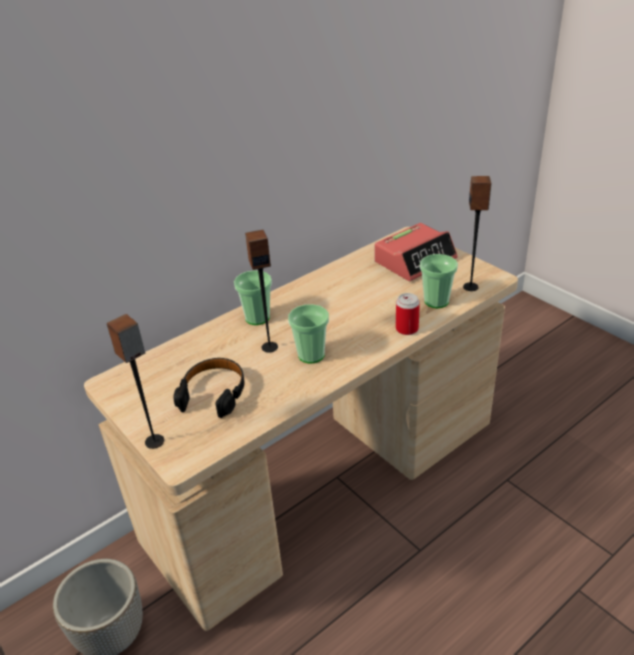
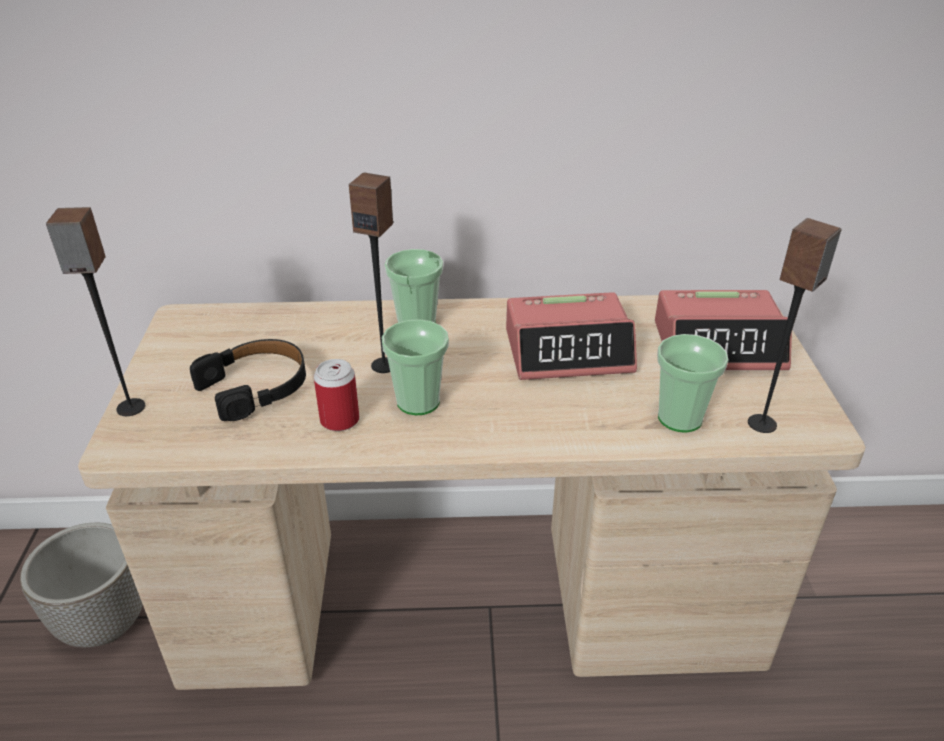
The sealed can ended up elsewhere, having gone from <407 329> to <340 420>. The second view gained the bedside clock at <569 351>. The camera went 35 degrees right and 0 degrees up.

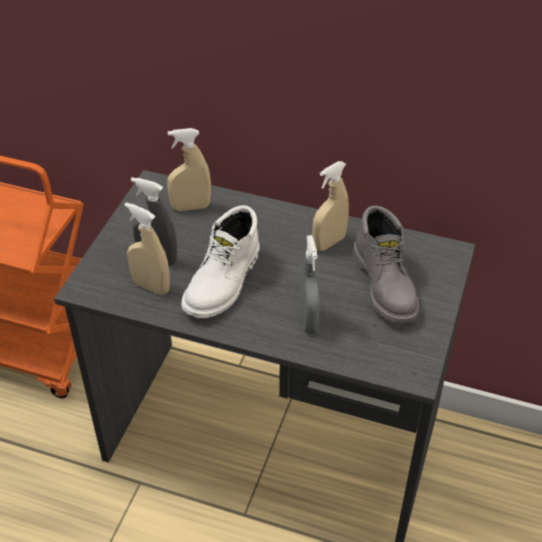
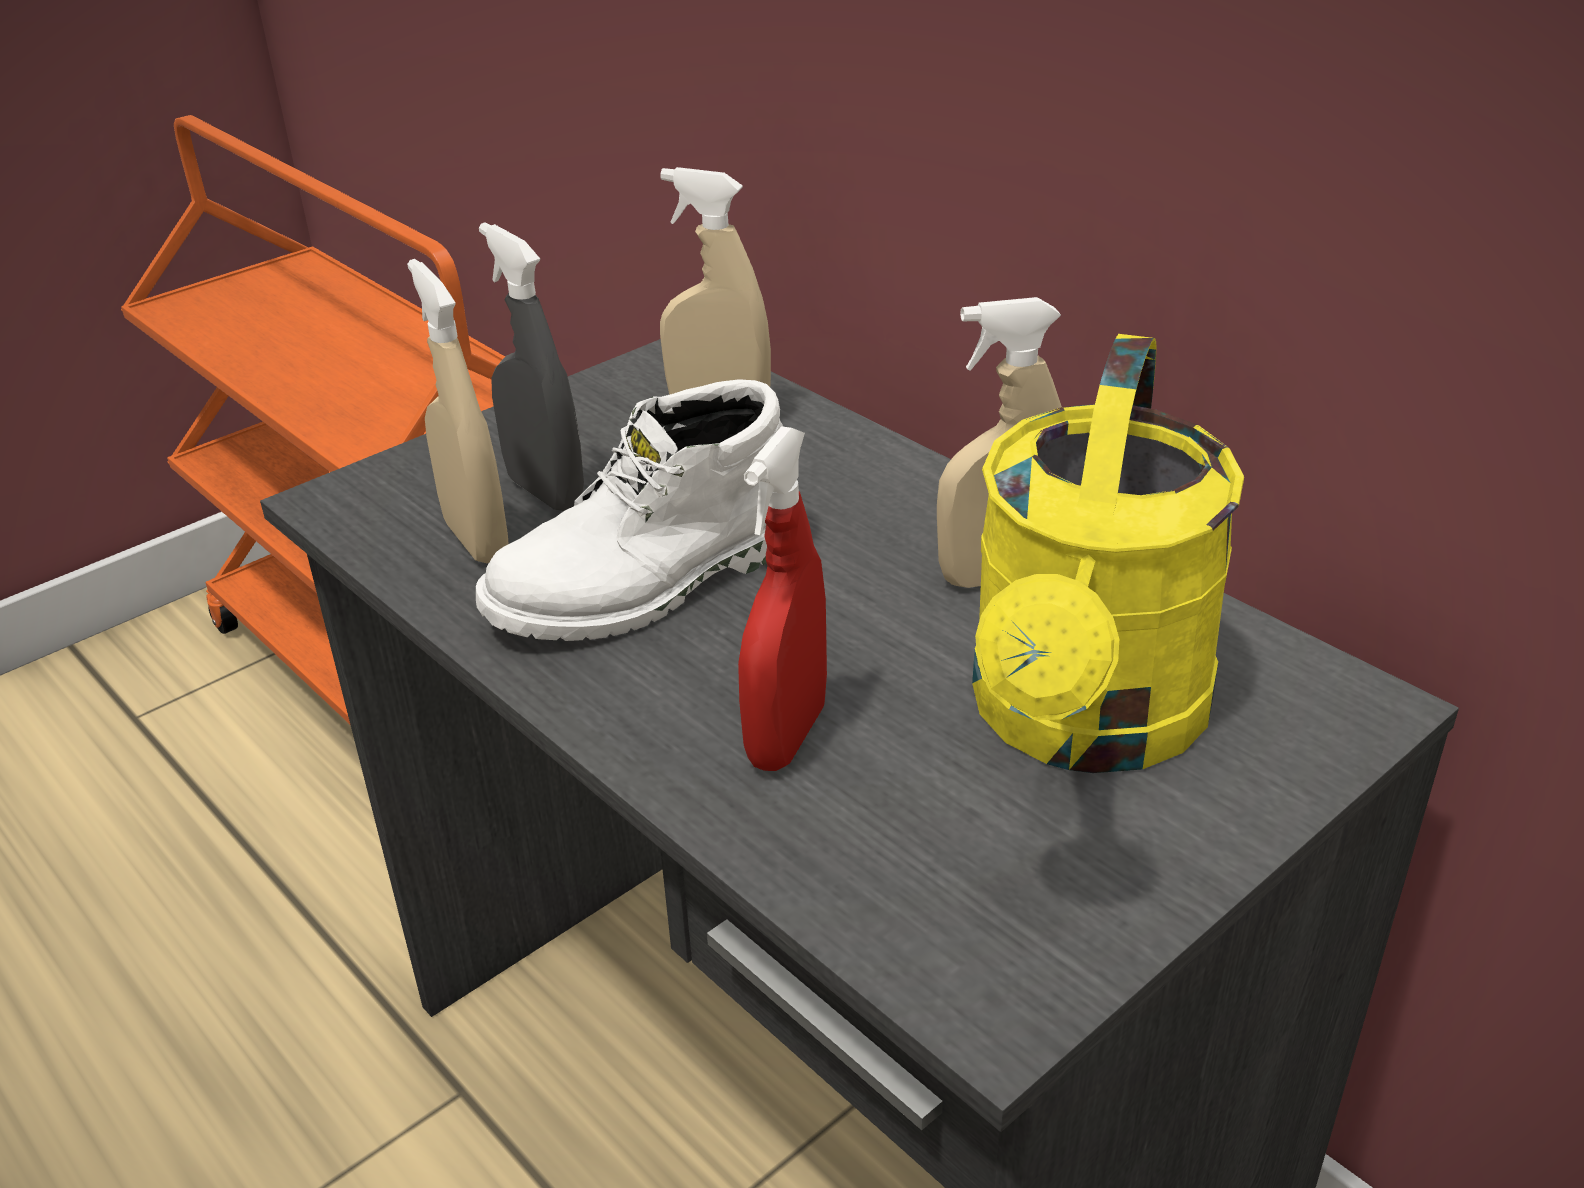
What was the hand sprayer in gray at <308 320> turned into the hand sprayer in reddish at <787 736>. Where the boot in gray stood at <385 285>, the watering can in yellow came to stand at <1084 724>. The camera went 30 degrees right and 10 degrees down.

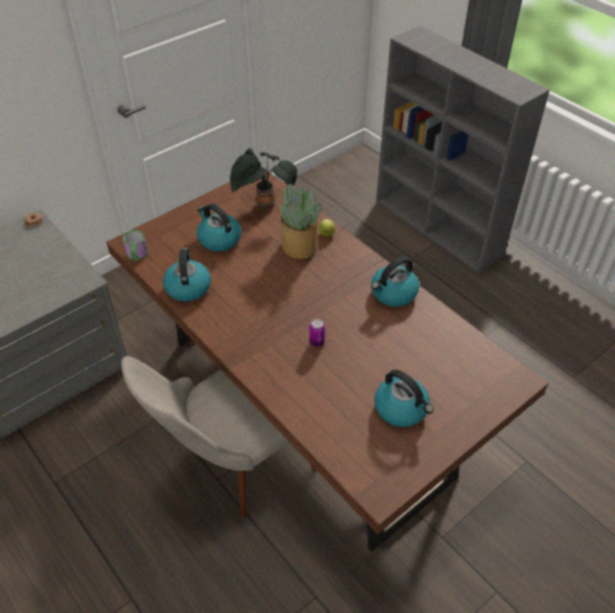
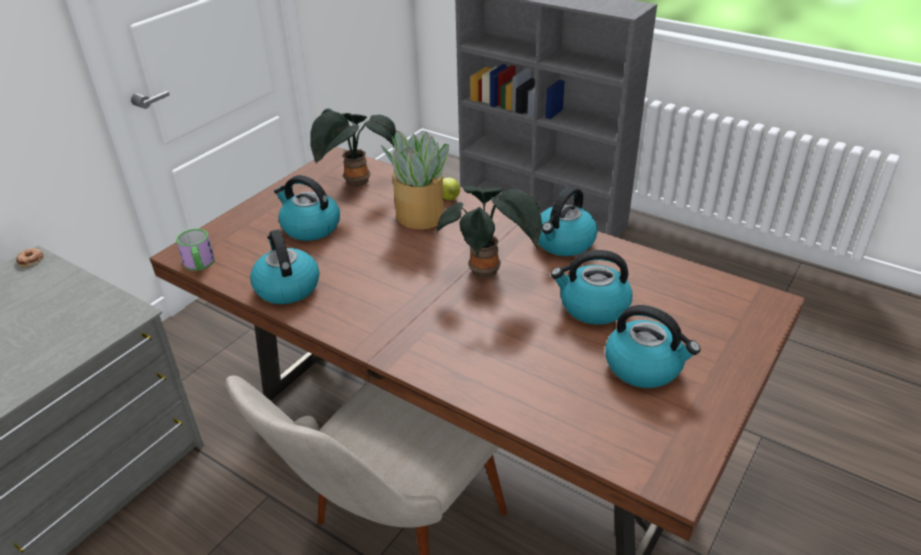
The second view gained the potted plant at <488 272>. The second view gained the water kettle at <592 307>. The second view lost the sealed can at <316 342>. The camera went 15 degrees left and 10 degrees down.

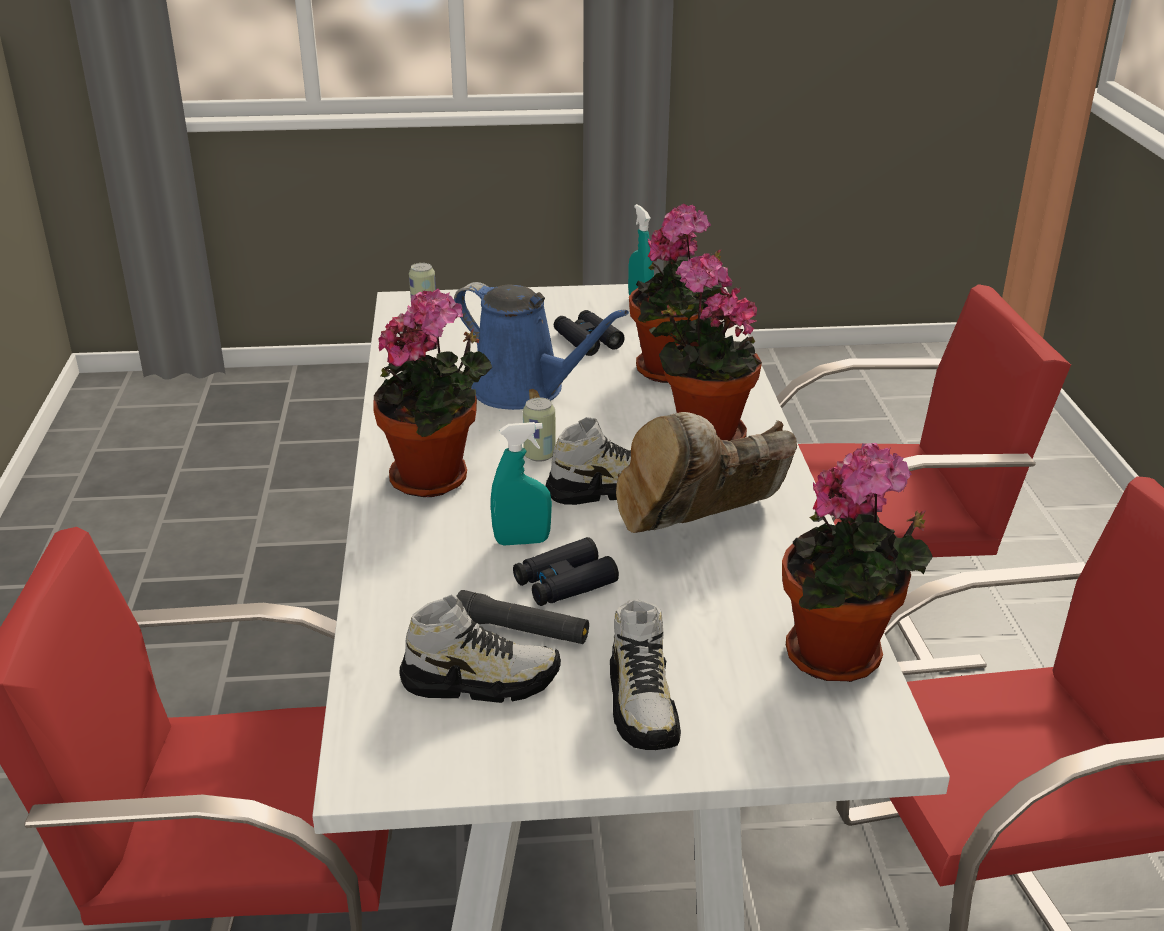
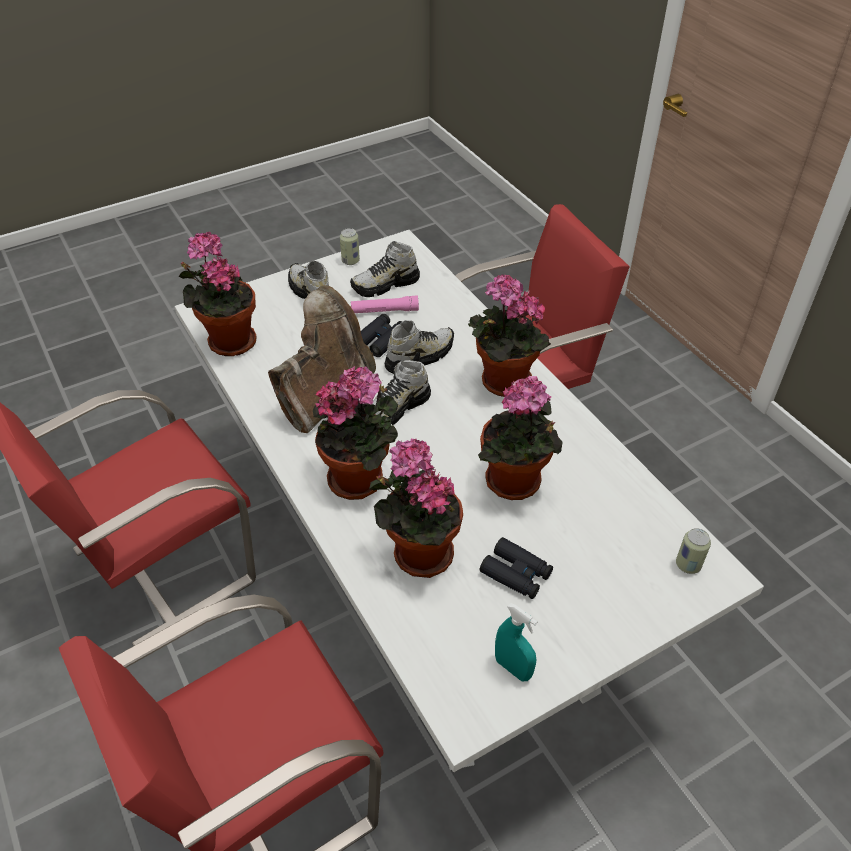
The sealed can ended up elsewhere, having gone from <539 455> to <350 261>. What was the hand torch in black-coloured at <522 630> turned into the hand torch in pink-coloured at <384 311>. Where the hand sprayer in turquoise-coloured stood at <522 541>, the item of footwear came to stand at <419 357>. Where the watering can in blue stood at <524 390>, the potted plant came to stand at <515 484>. The camera went 155 degrees right and 15 degrees up.

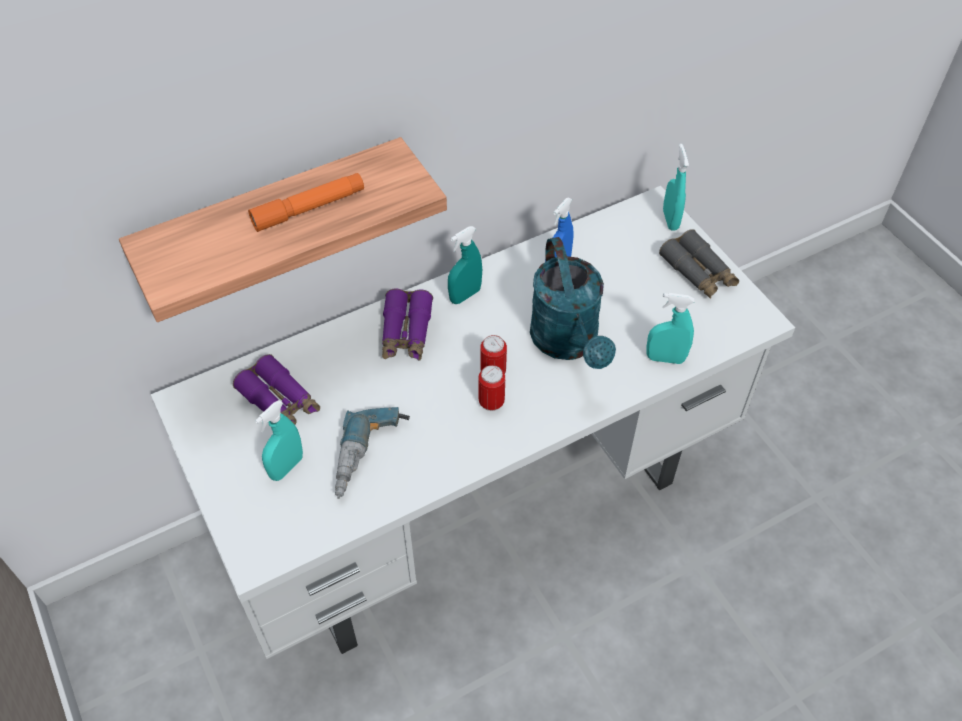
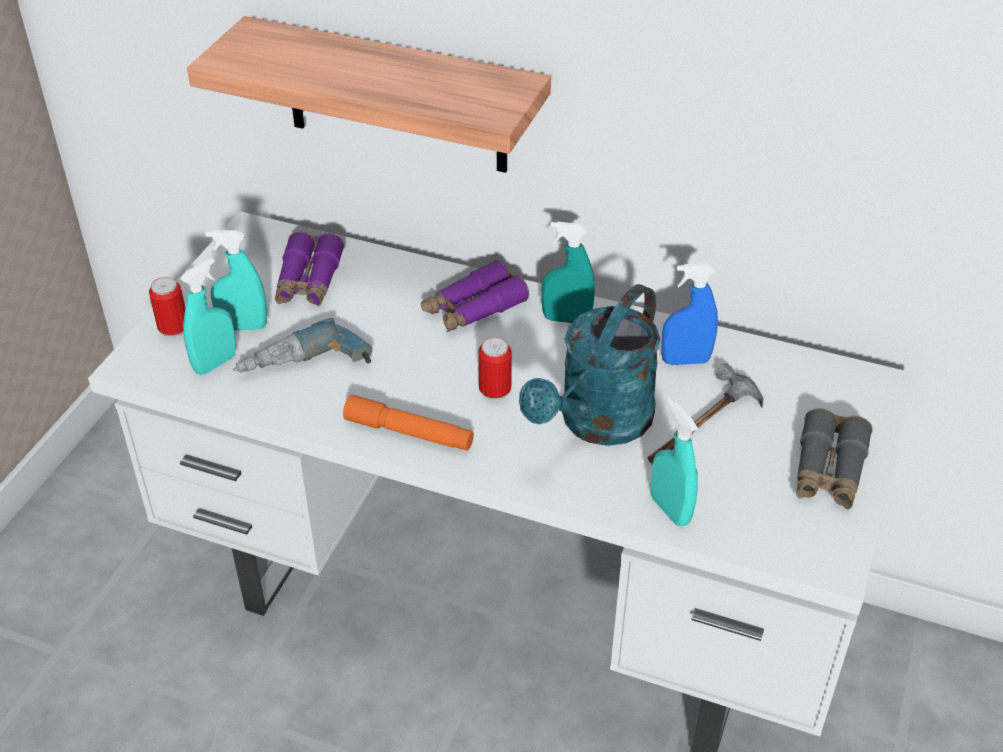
The sealed can ended up elsewhere, having gone from <491 402> to <174 330>. The hand sprayer in turquoise-coloured ended up elsewhere, having gone from <670 220> to <215 363>. The hand torch in orange-coloured ended up elsewhere, having gone from <309 209> to <409 433>. The second view gained the hammer at <701 425>. The camera went 50 degrees right and 10 degrees down.

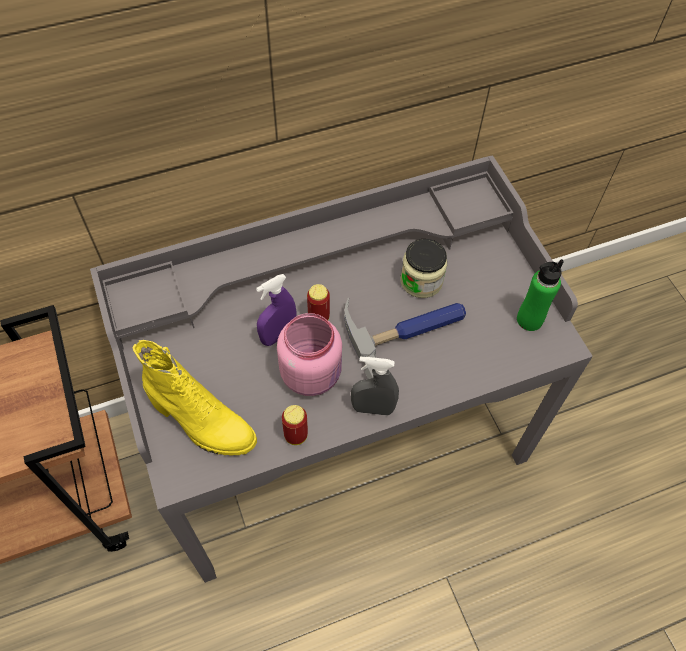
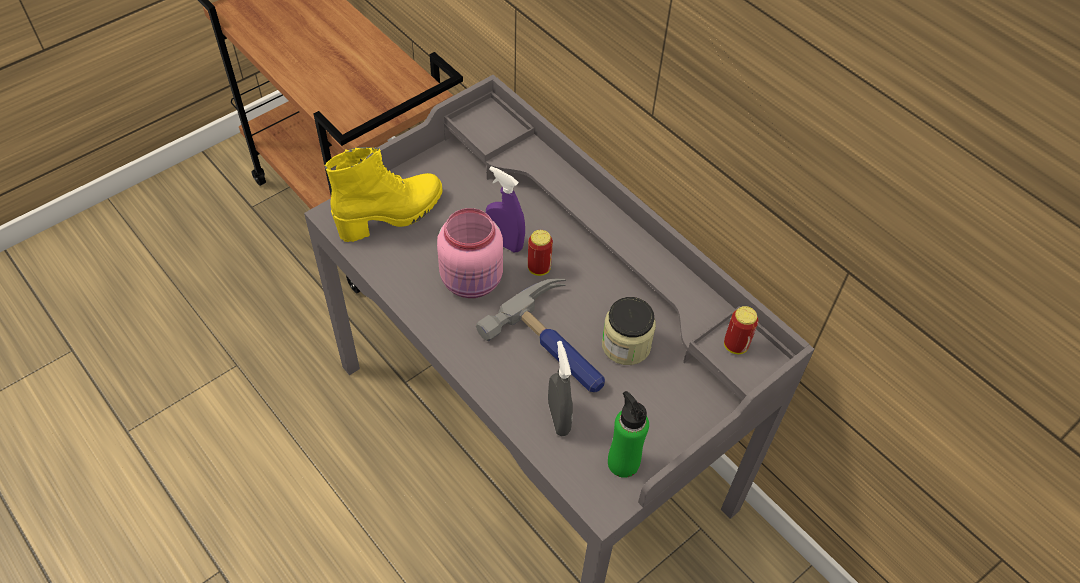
The boot in yellow at <201 423> ended up facing another way, 135 degrees counterclockwise from before. The hand sprayer in gray ended up elsewhere, having gone from <372 409> to <558 418>. The sealed can ended up elsewhere, having gone from <296 435> to <735 345>. The camera went 70 degrees right and 5 degrees down.

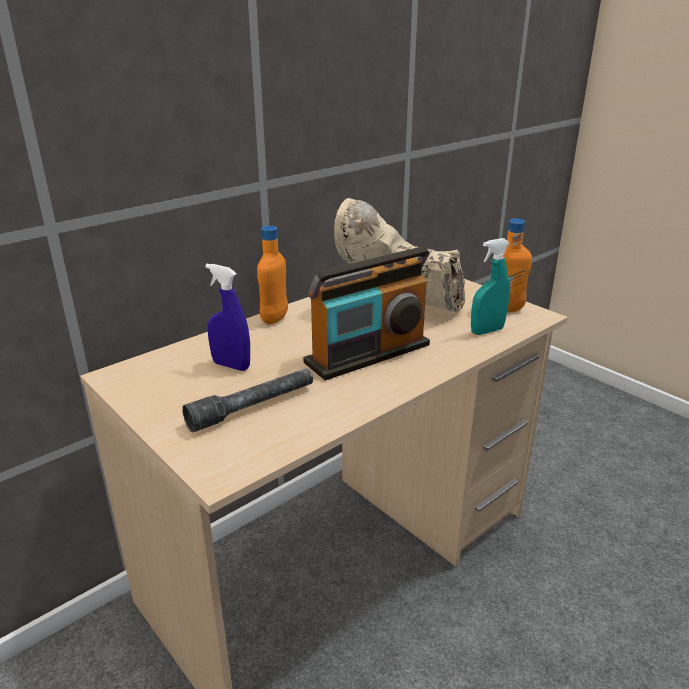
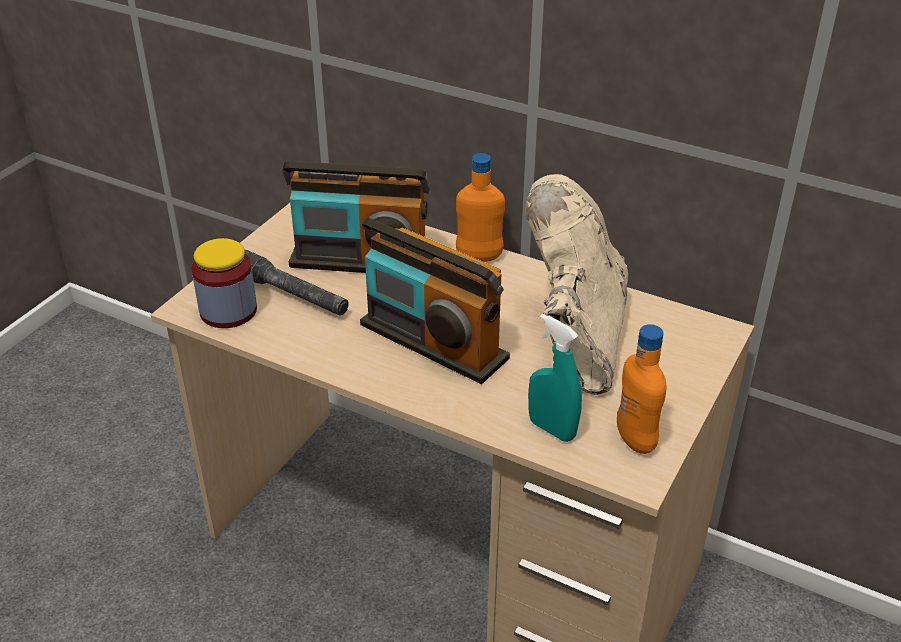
The second view gained the jar at <228 311>. Where the hand sprayer in blue stood at <231 365>, the radio came to stand at <361 260>. The camera went 70 degrees right and 10 degrees up.

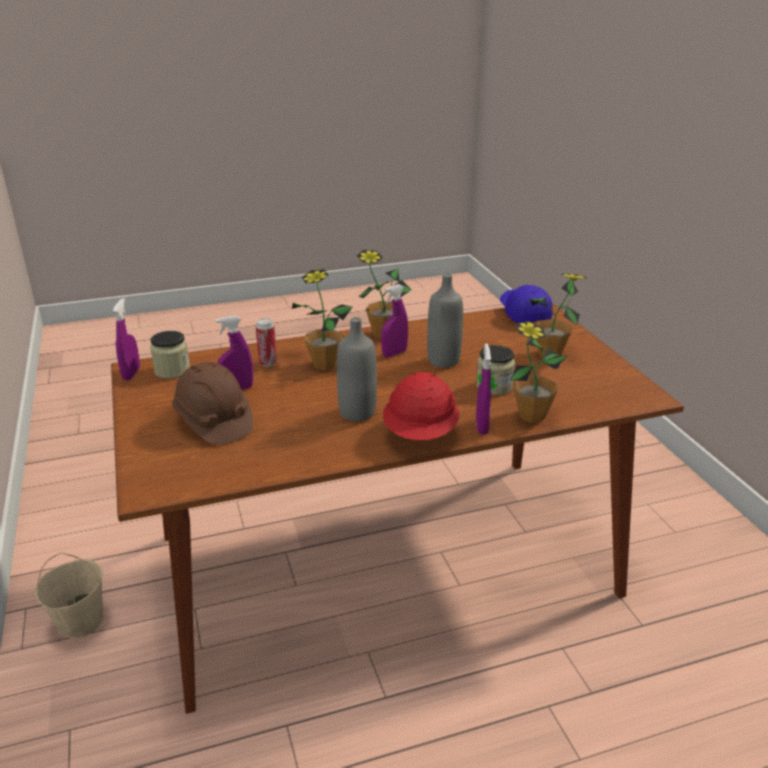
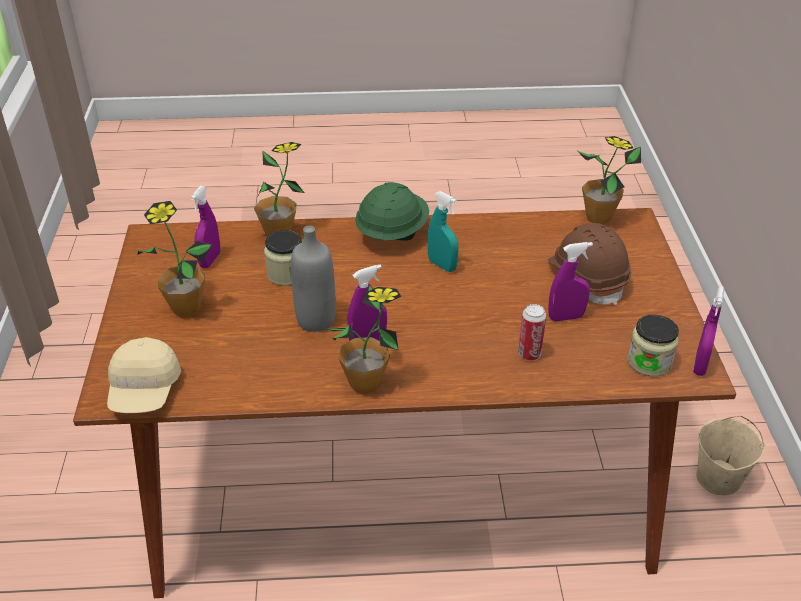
What was the peaked cap in blue at <524 314> turned into the peaked cap in beige at <144 391>. The hand sprayer in purple-coloured ended up elsewhere, having gone from <481 426> to <210 260>. What was the safety helmet in reddish at <421 434> turned into the safety helmet in green at <392 233>. Where the bottle in gray stood at <357 413>, the hand sprayer in turquoise-coloured came to stand at <442 265>. The potted plant ended up elsewhere, having gone from <325 364> to <598 218>. The camera went 165 degrees left and 10 degrees up.

